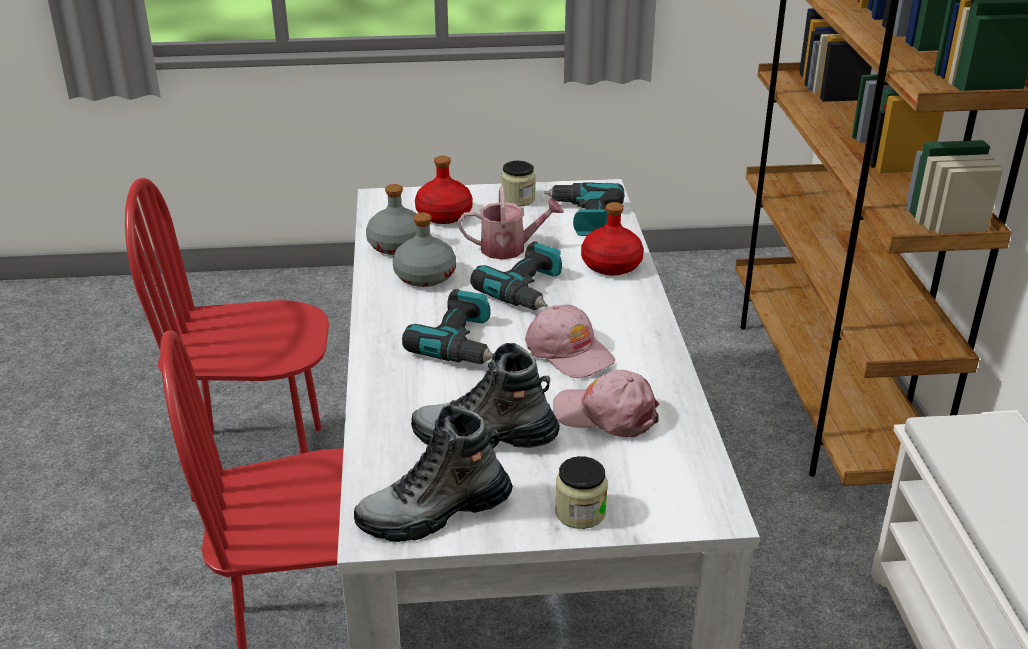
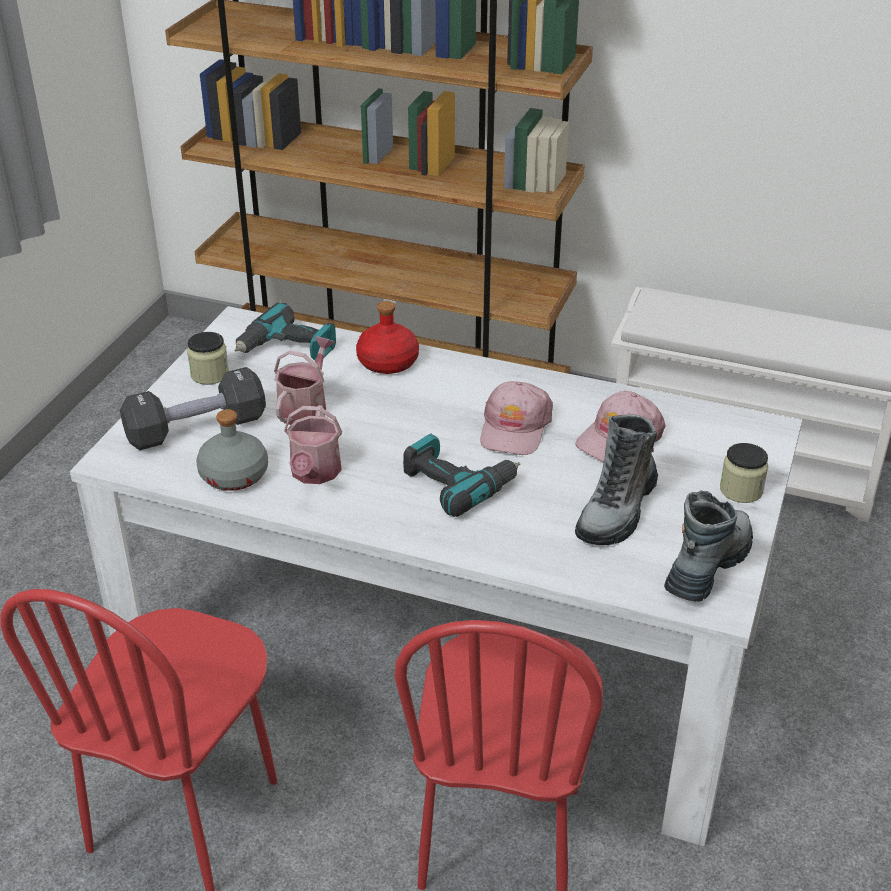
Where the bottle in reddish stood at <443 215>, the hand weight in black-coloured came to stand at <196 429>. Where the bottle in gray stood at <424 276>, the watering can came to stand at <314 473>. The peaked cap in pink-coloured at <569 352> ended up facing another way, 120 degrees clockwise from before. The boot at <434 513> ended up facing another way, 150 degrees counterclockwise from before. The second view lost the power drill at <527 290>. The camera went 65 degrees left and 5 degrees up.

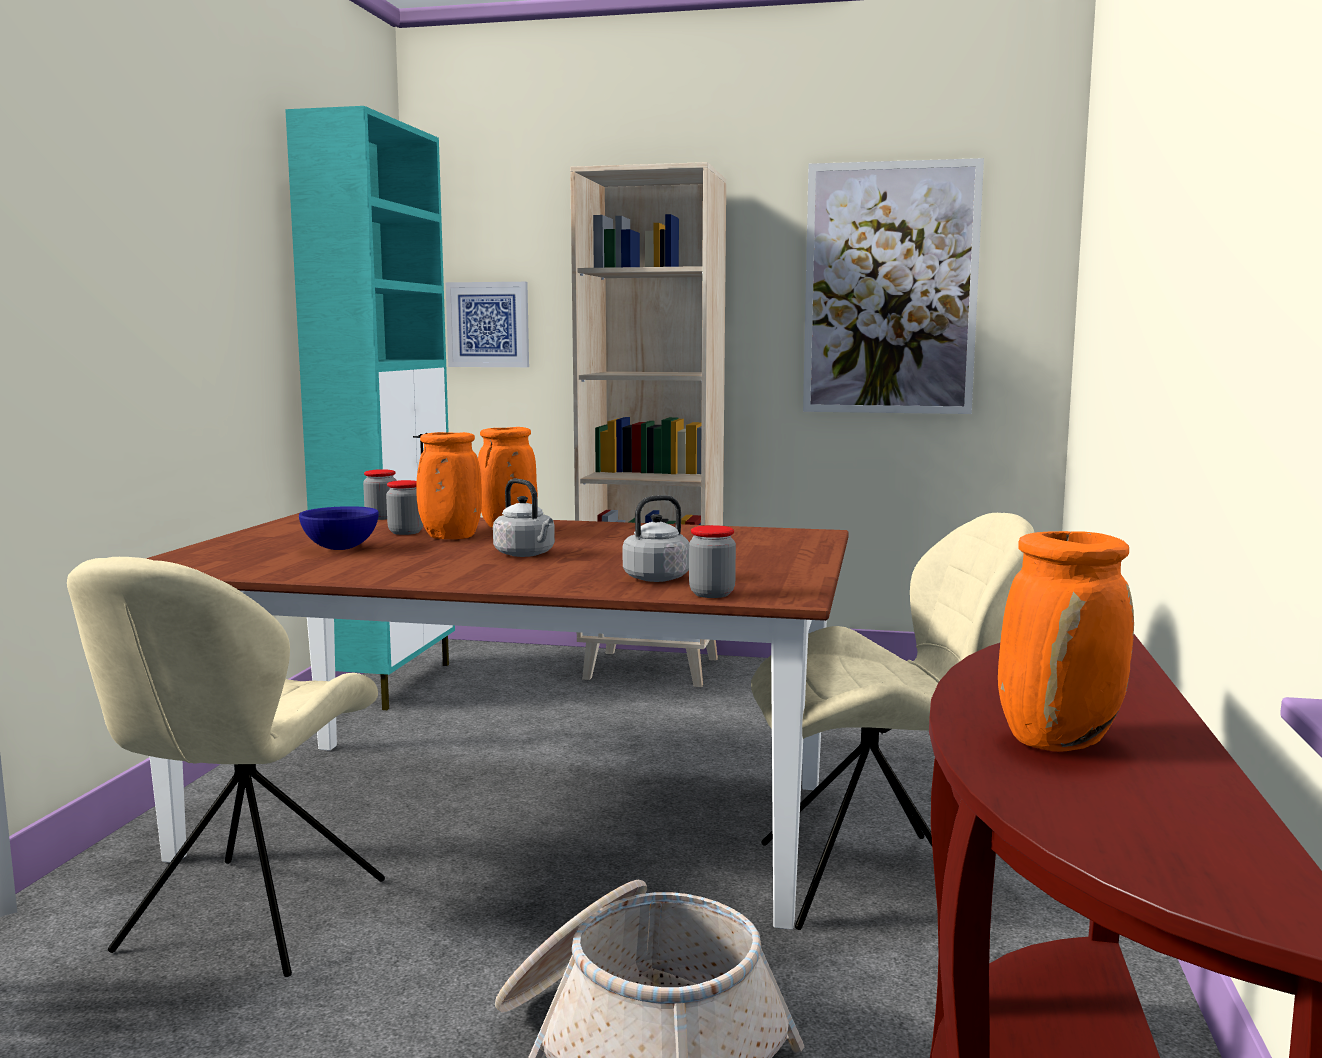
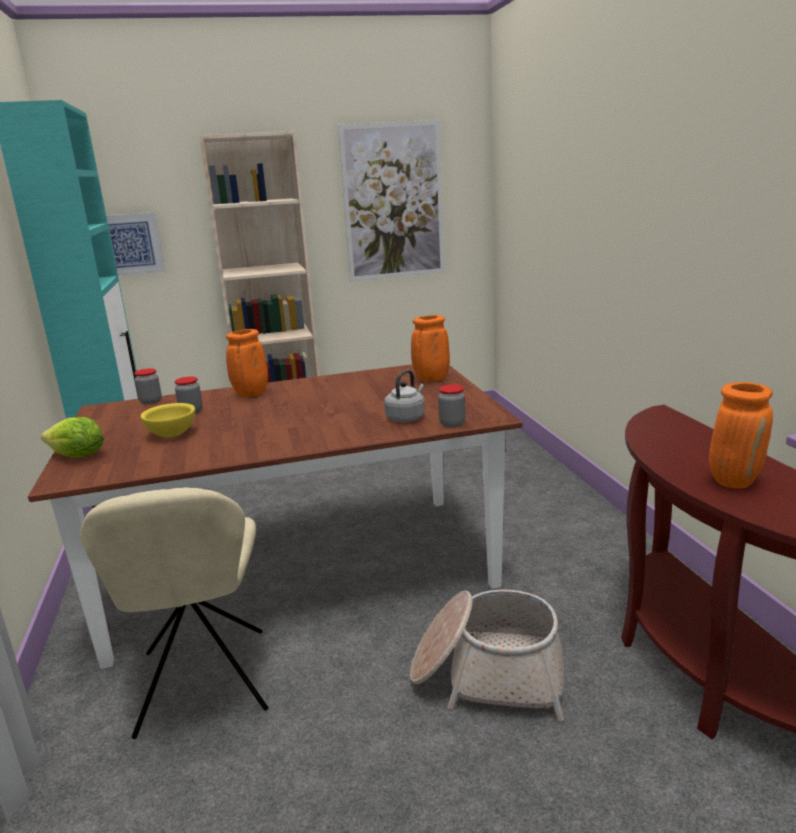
The second view gained the head of lettuce at <78 456>. What was the deep dish in blue at <340 548> turned into the deep dish in yellow at <172 435>. The vase in orange-coloured ended up elsewhere, having gone from <449 538> to <431 379>. The second view lost the water kettle in gray at <526 554>. The second view lost the plain chair in beige at <875 880>. The camera went 25 degrees left and 10 degrees up.

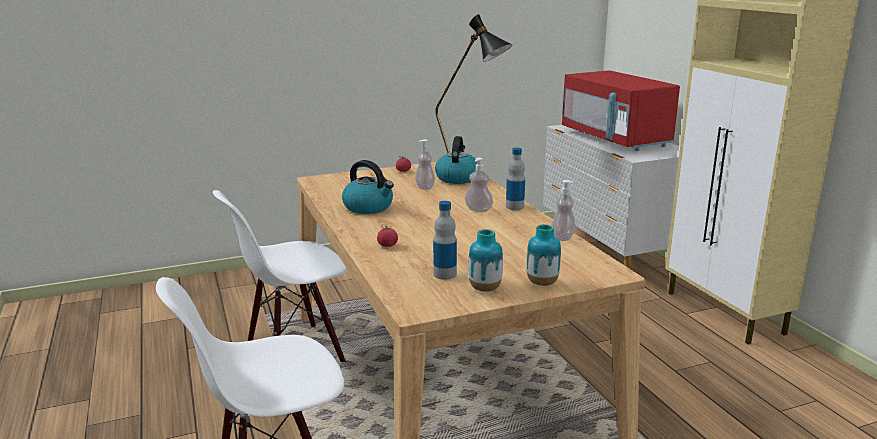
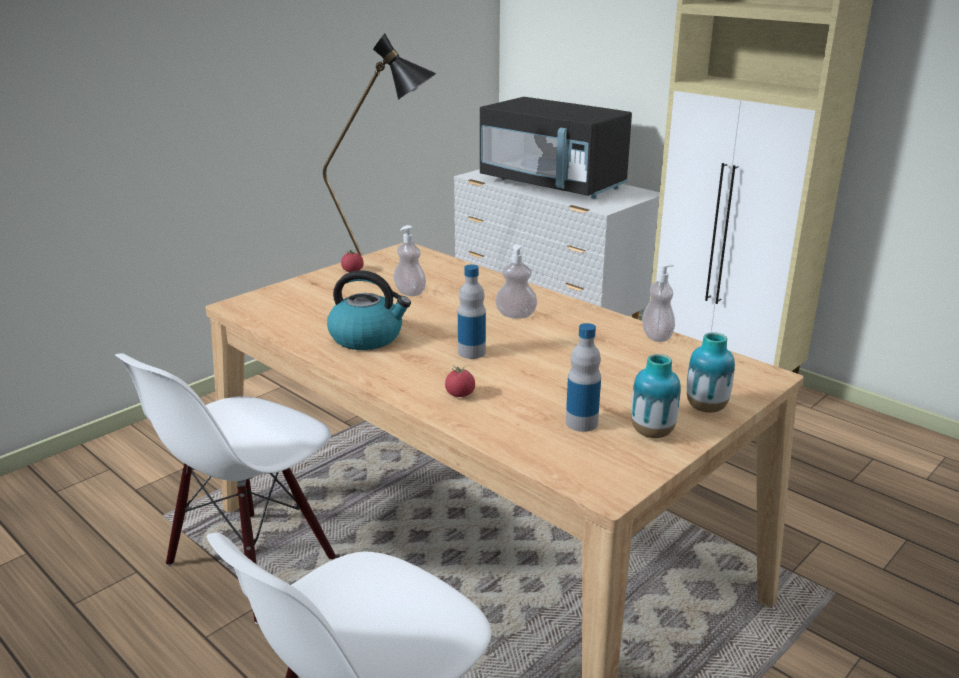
The bottle ended up elsewhere, having gone from <515 207> to <471 352>. What was the kitchen microwave in reddish at <614 139> turned into the kitchen microwave in black-coloured at <552 185>. The second view lost the water kettle at <457 178>. The camera went 25 degrees left and 5 degrees up.

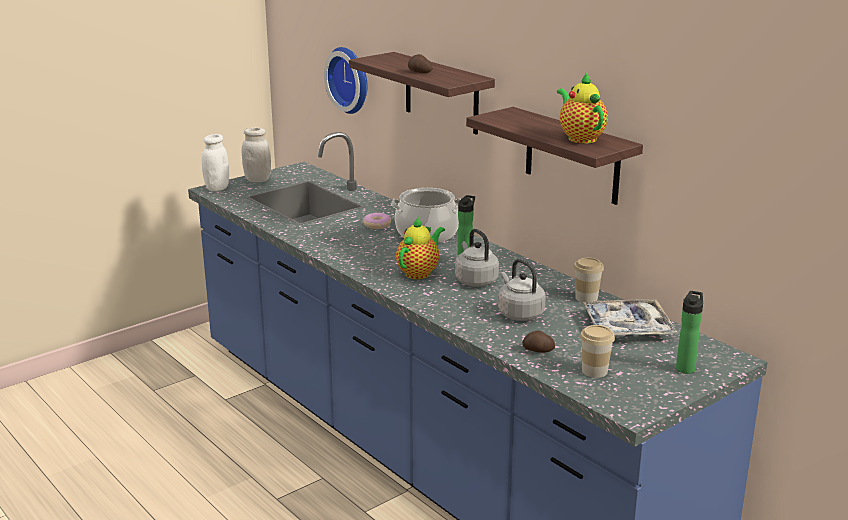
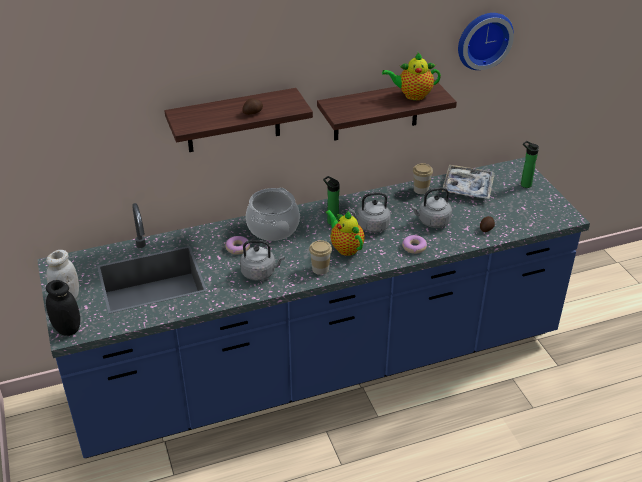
What was the jar in white-coloured at <217 188> turned into the jar in black-coloured at <67 329>. The second view gained the water kettle in gray at <260 273>. The small cup ended up elsewhere, having gone from <594 371> to <320 269>. The second view gained the doughnut at <414 247>. The wall clock ended up elsewhere, having gone from <351 79> to <483 39>. The camera went 70 degrees left and 15 degrees up.

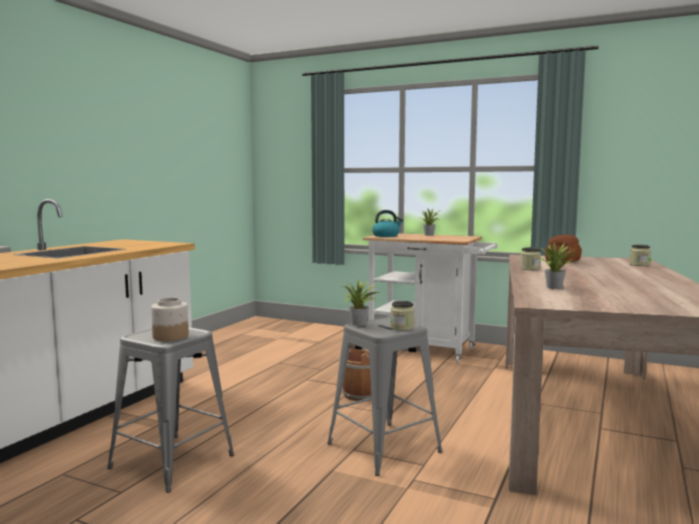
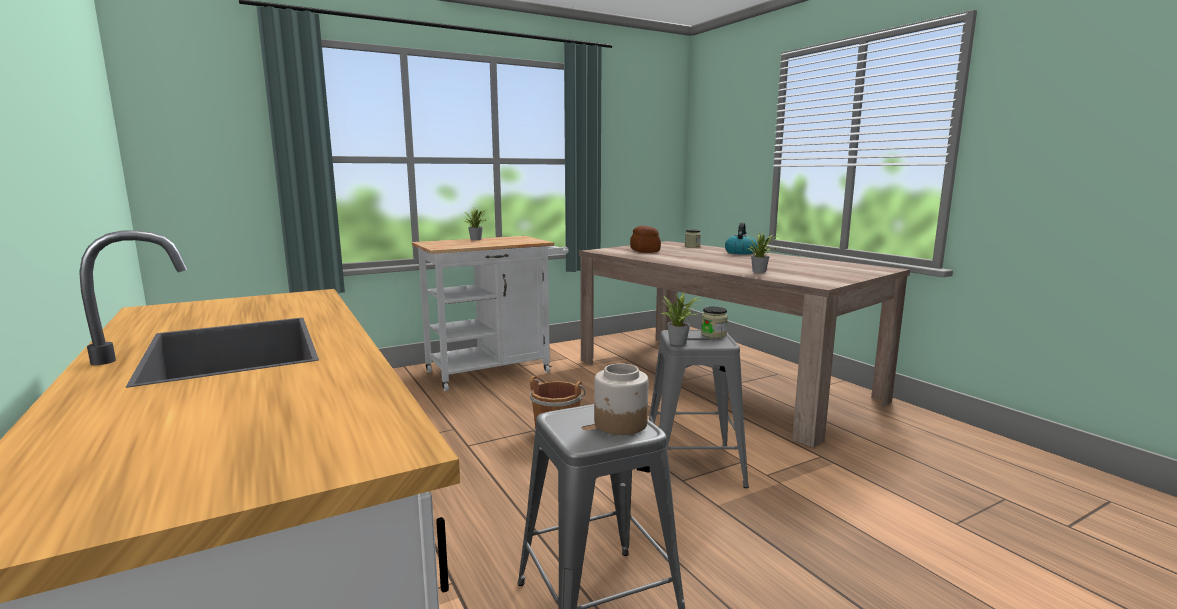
The water kettle ended up elsewhere, having gone from <386 235> to <740 252>. The second view lost the jar at <530 269>. The camera went 55 degrees left and 5 degrees up.

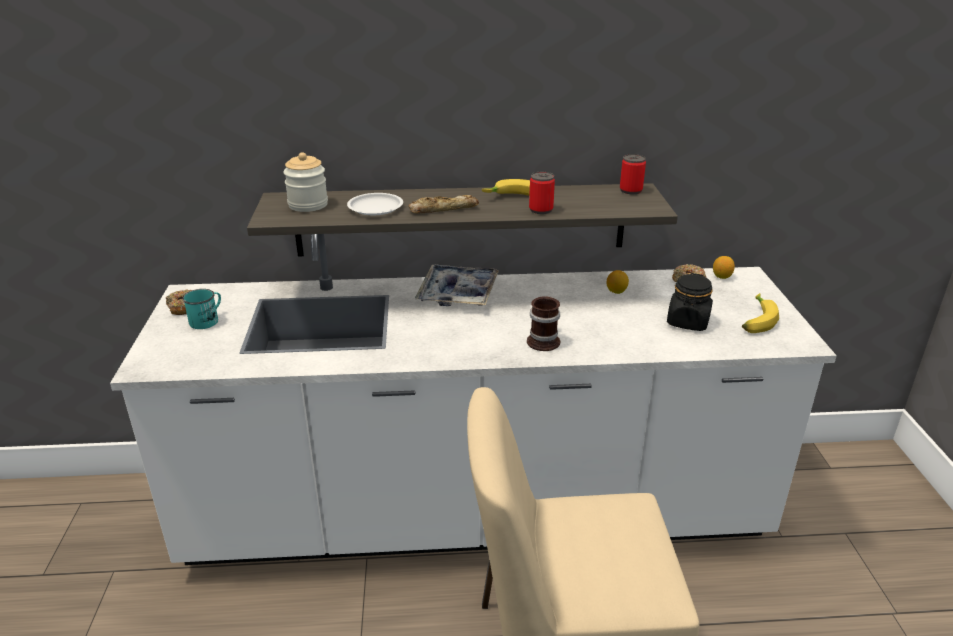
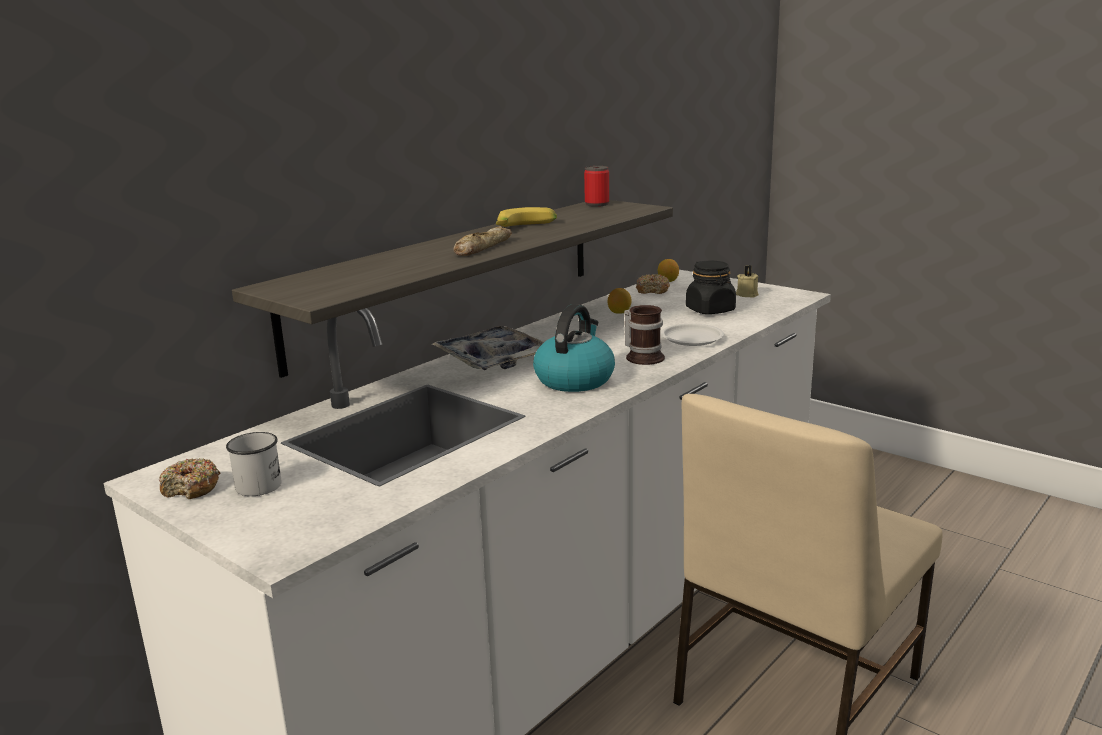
What was the tea mug in turquoise-coloured at <207 320> turned into the tea mug in white-coloured at <259 482>. The second view gained the water kettle at <574 379>. The plate in white-coloured ended up elsewhere, having gone from <375 207> to <691 339>. Where the banana fruit stood at <755 320>, the wax light in beige came to stand at <747 294>. The second view lost the jar at <308 205>. The second view lost the sealed can at <541 210>. The camera went 45 degrees left and 10 degrees down.

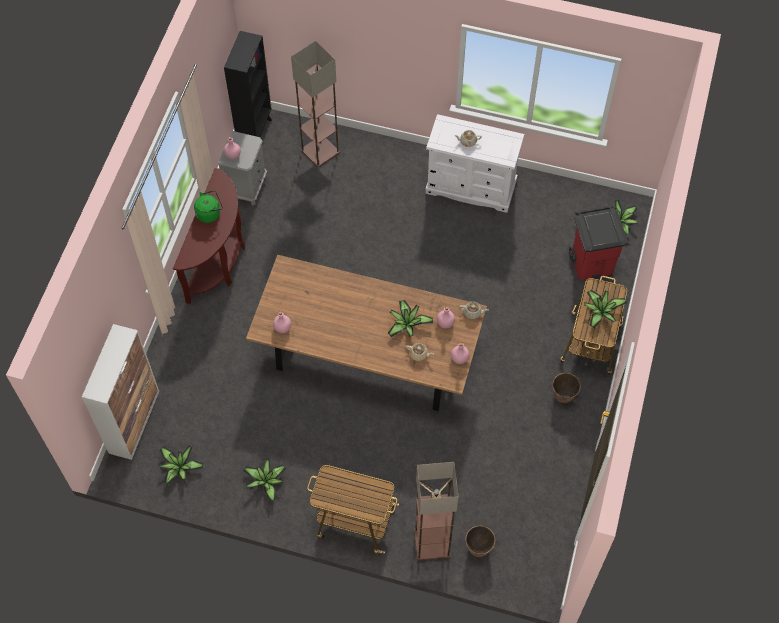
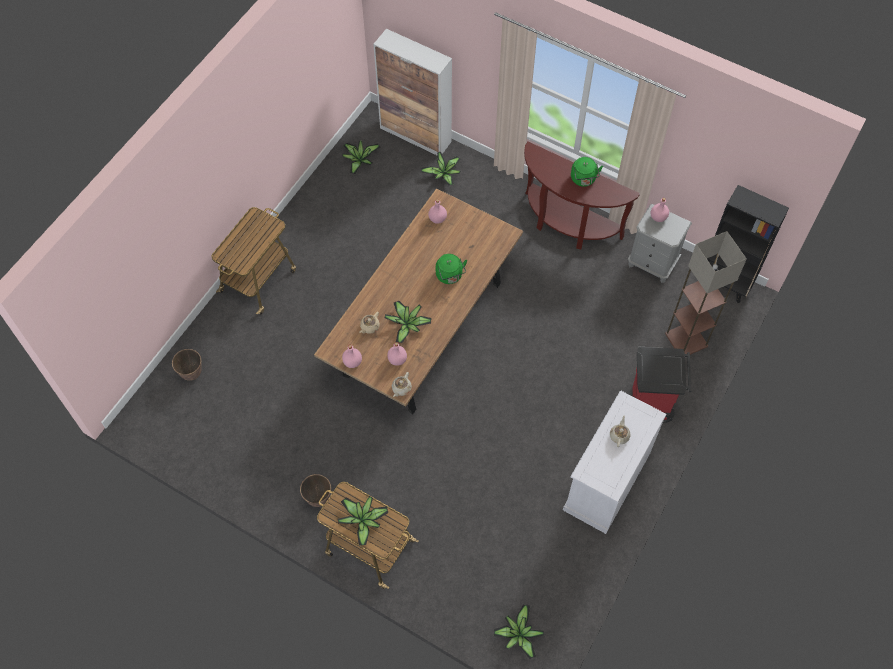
The potted plant ended up elsewhere, having gone from <266 481> to <444 174>. The second view gained the water kettle in green at <450 276>. The waste bin in reddish ended up elsewhere, having gone from <592 262> to <651 403>. The second view lost the standing lamp at <431 543>. The camera went 105 degrees right and 0 degrees up.

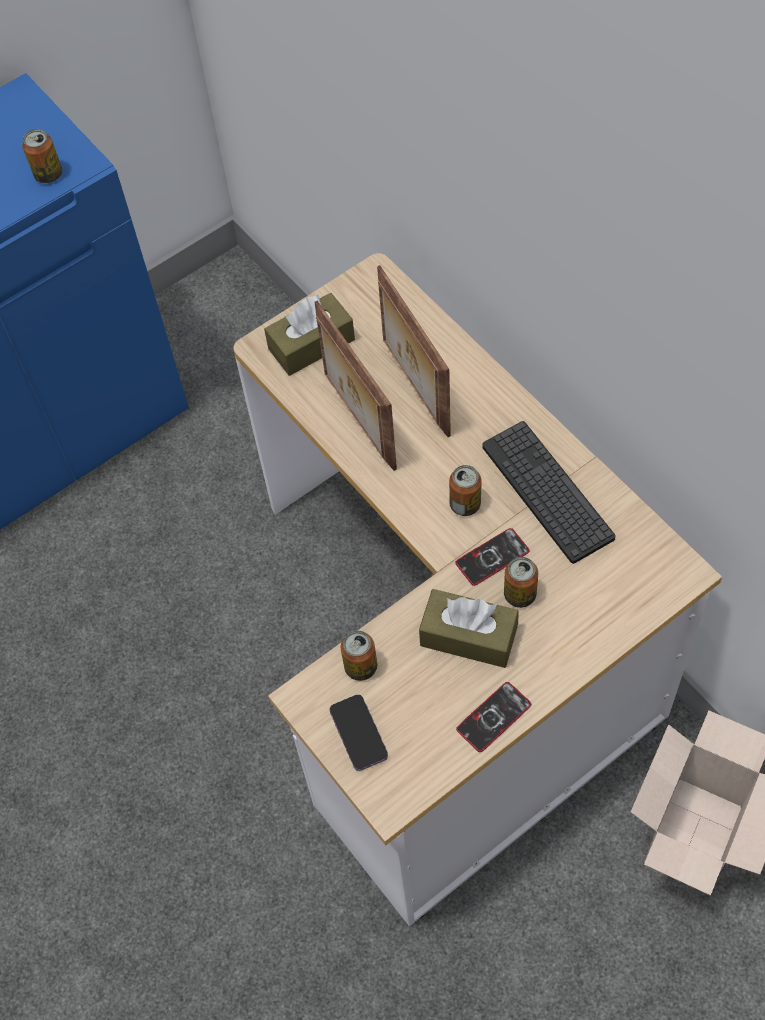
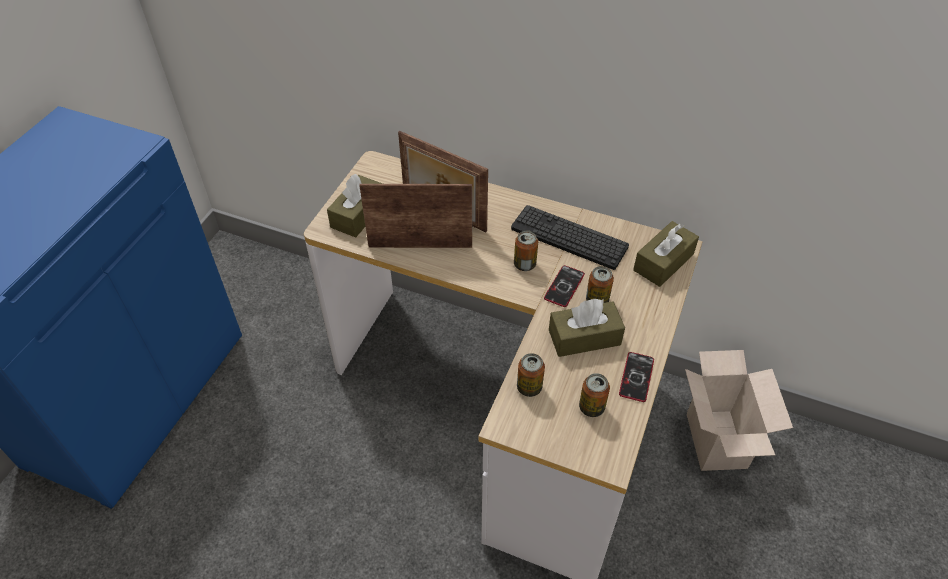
The photo frame at <357 420> ended up facing another way, 150 degrees clockwise from before. The sealed can ended up elsewhere, having gone from <48 174> to <591 407>. The second view gained the box of tissues in brownish at <663 262>. The second view lost the telephone at <358 733>. The camera went 35 degrees left and 10 degrees down.

